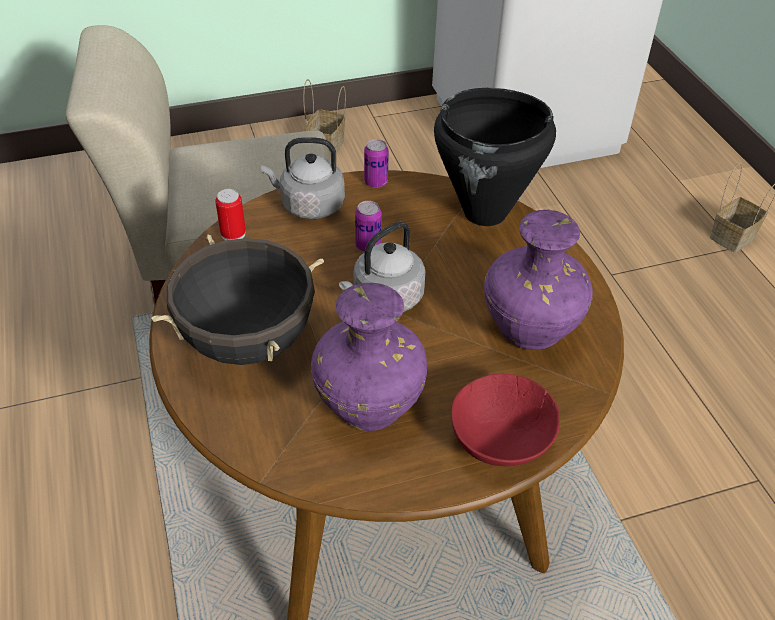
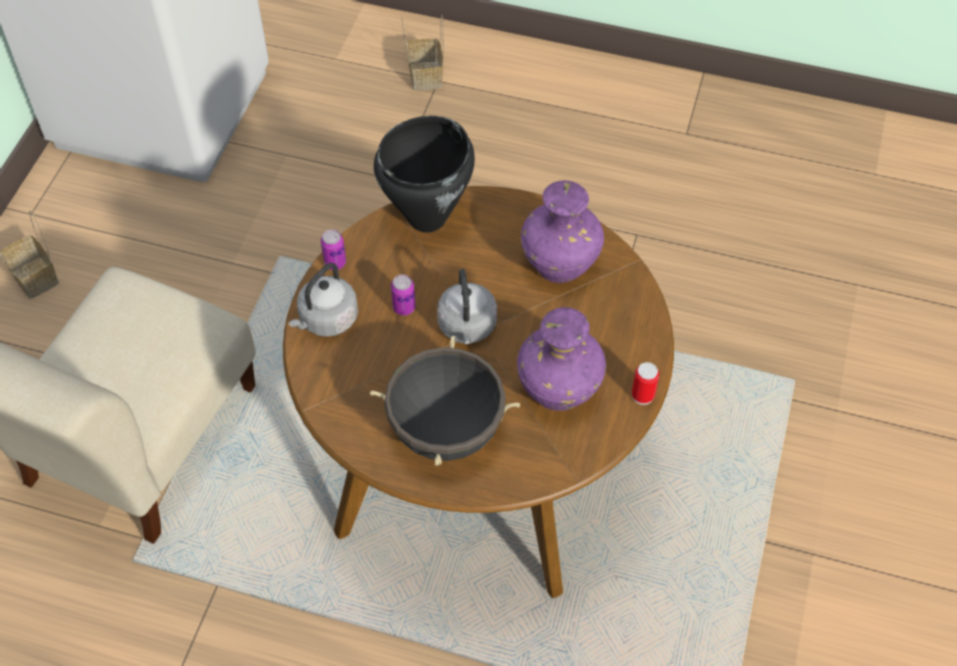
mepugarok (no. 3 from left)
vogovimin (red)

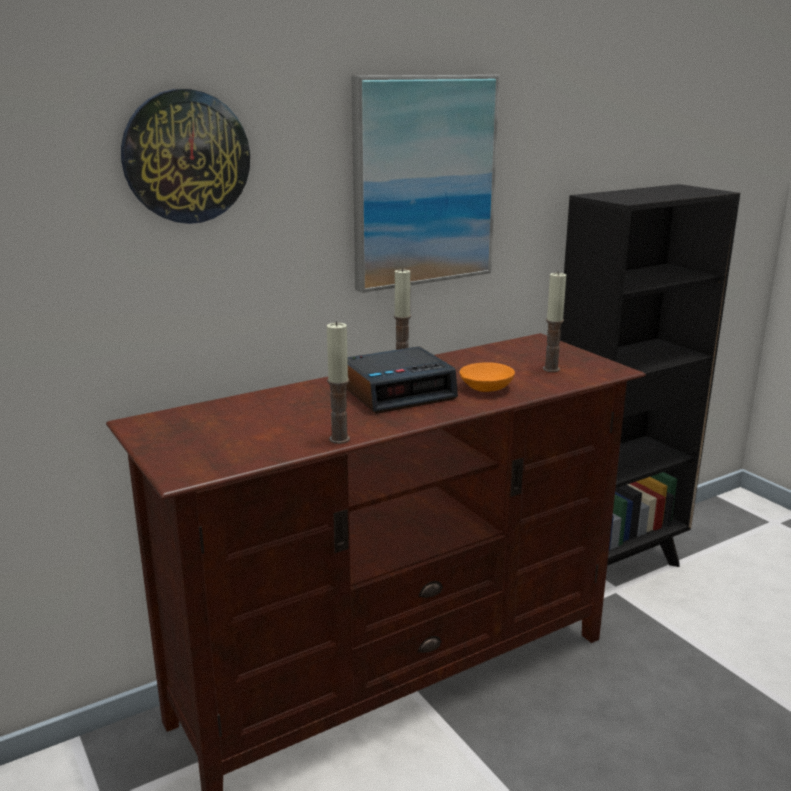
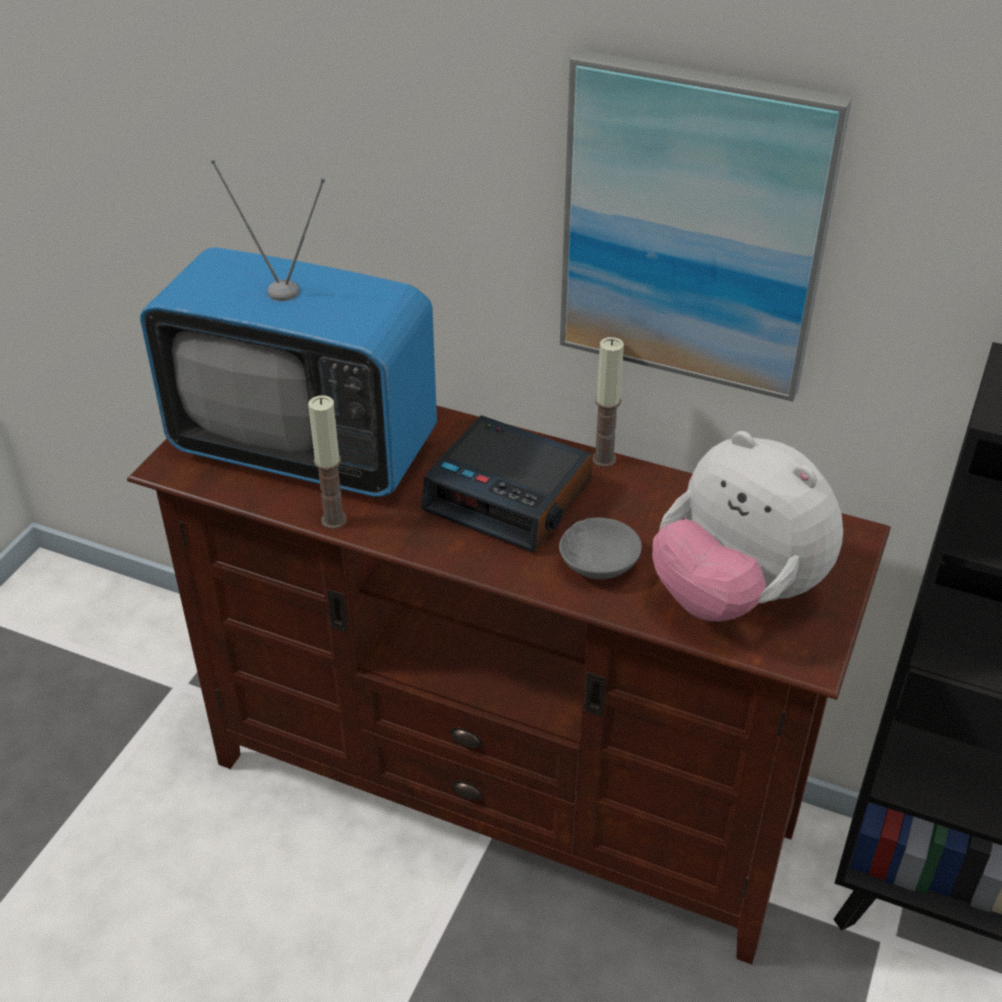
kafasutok
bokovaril
vogovimin (grey)
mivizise

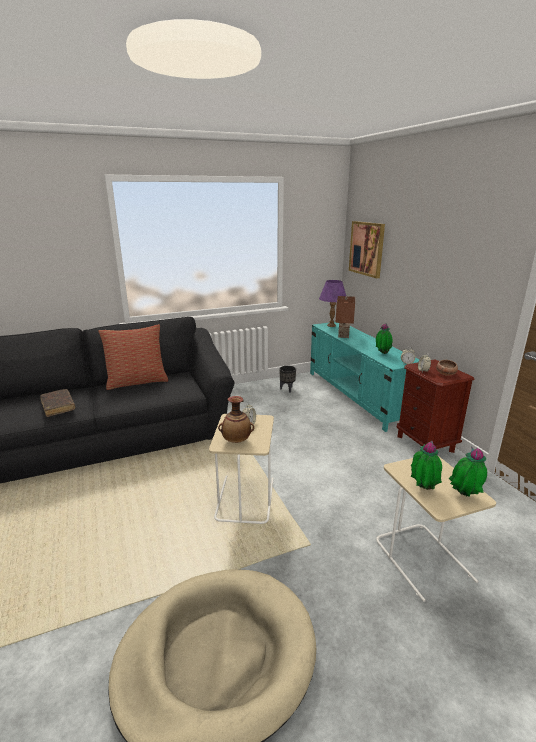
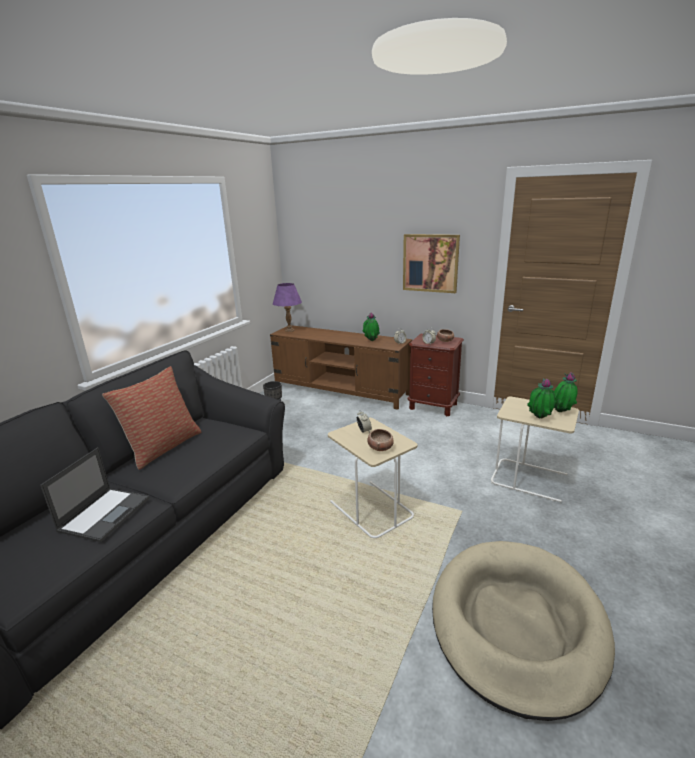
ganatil
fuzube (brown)
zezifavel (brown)
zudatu
vogovimin (no. 1 from left)

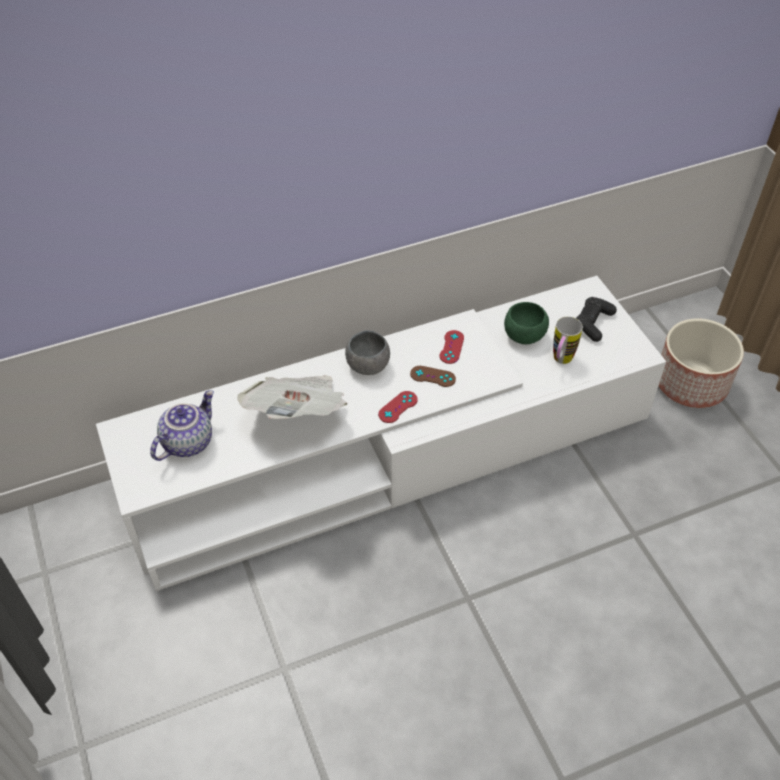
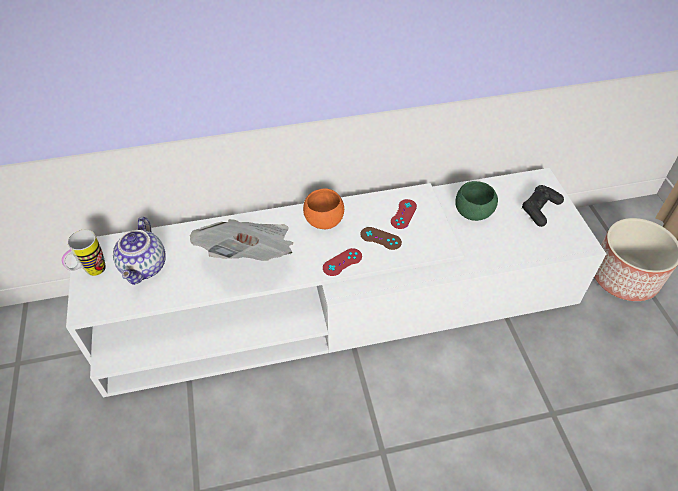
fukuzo
vogovimin (orange)
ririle

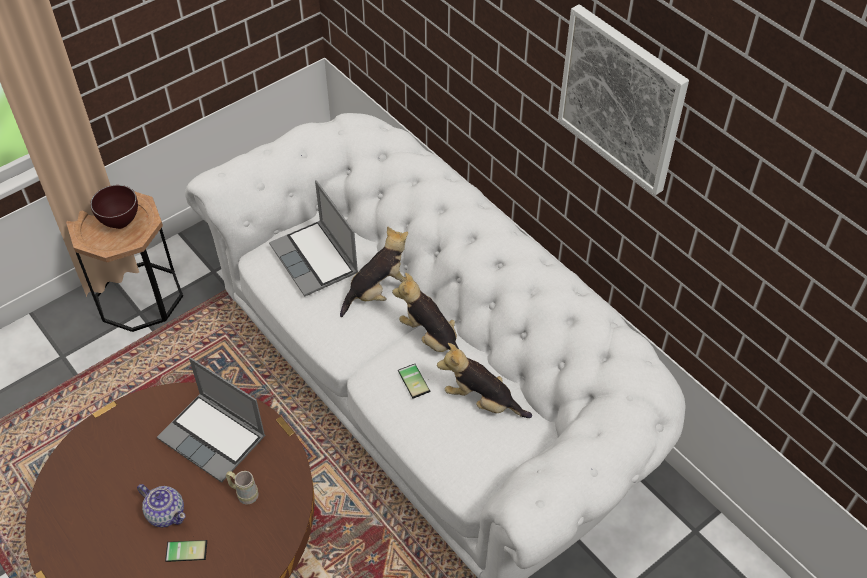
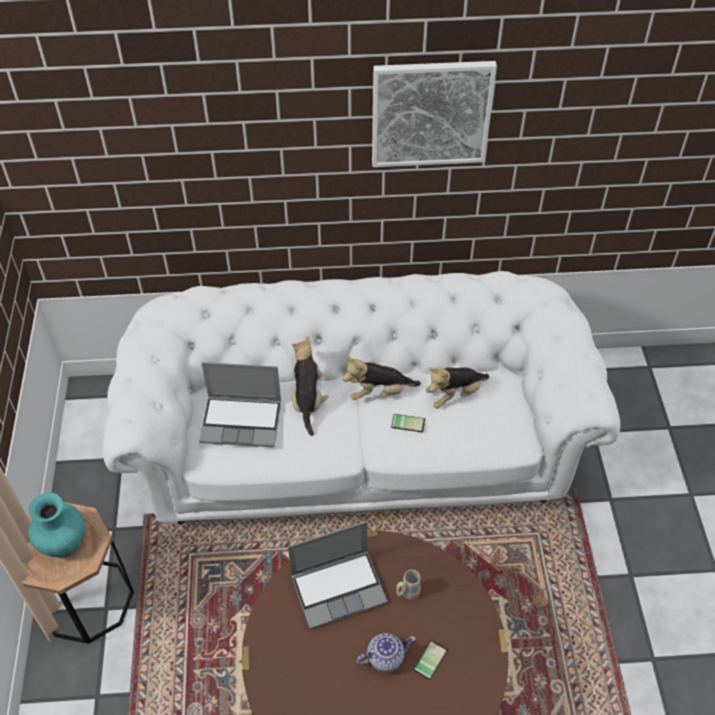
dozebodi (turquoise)

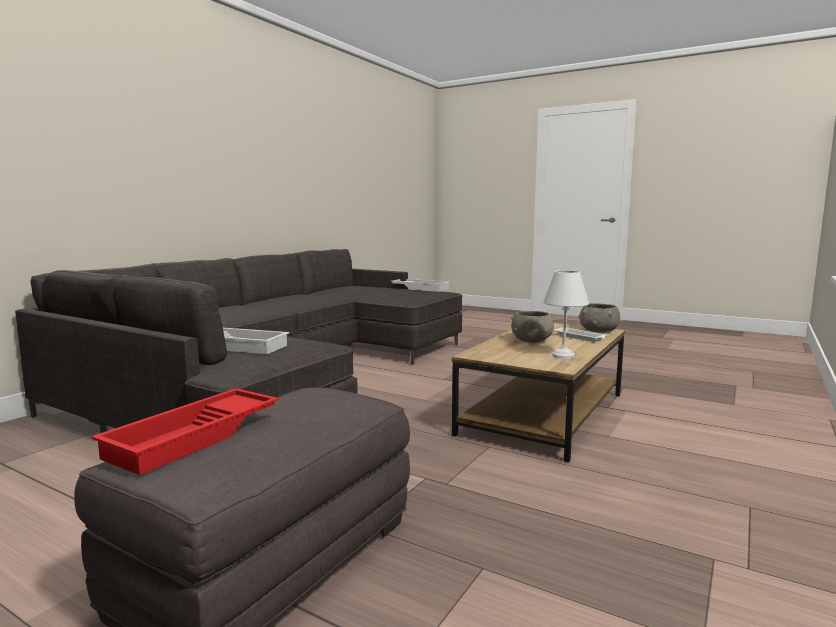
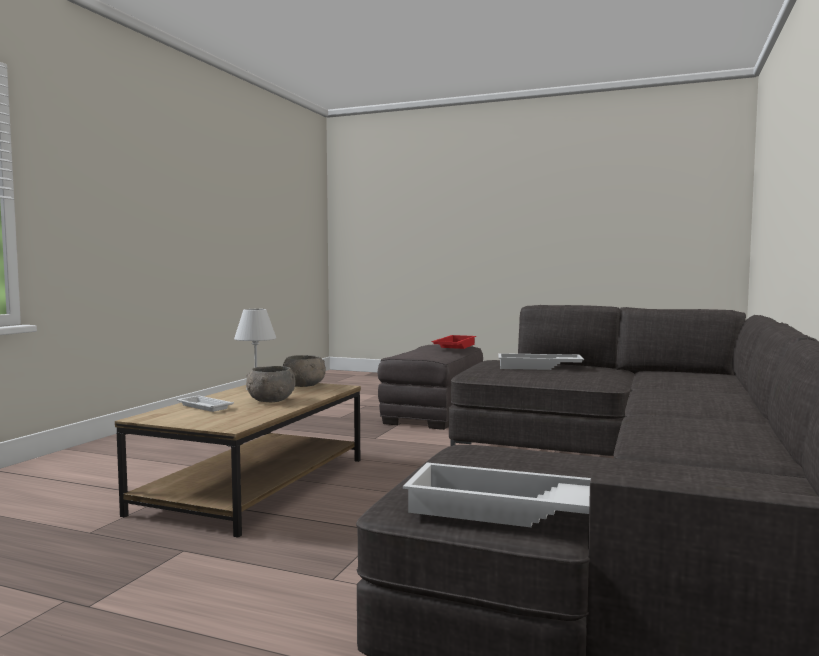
vogovimin (grey) (no. 2 from left)

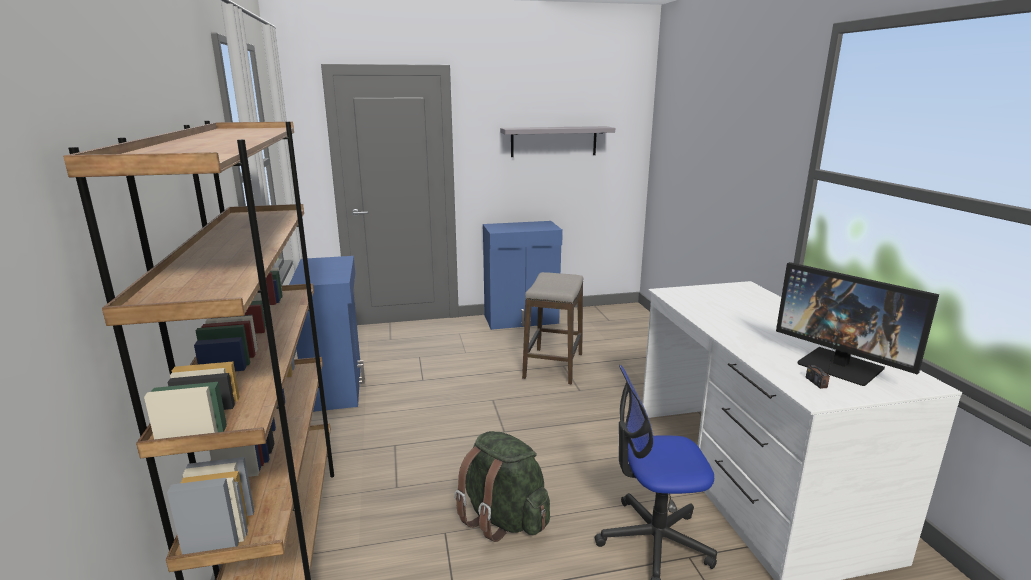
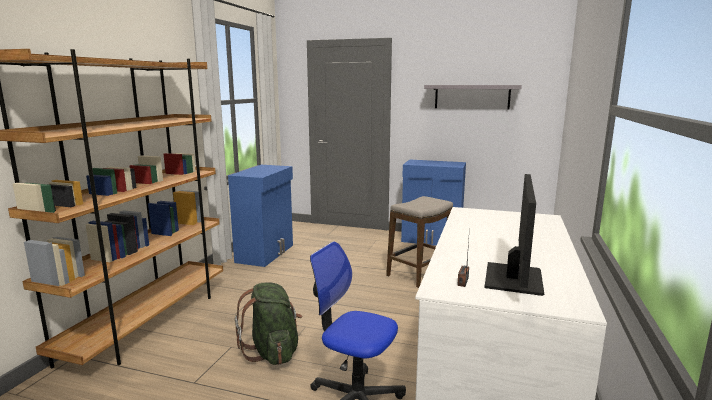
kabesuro

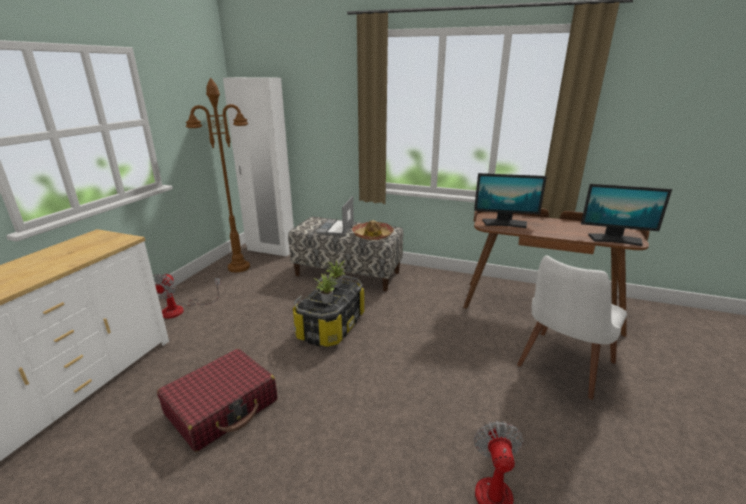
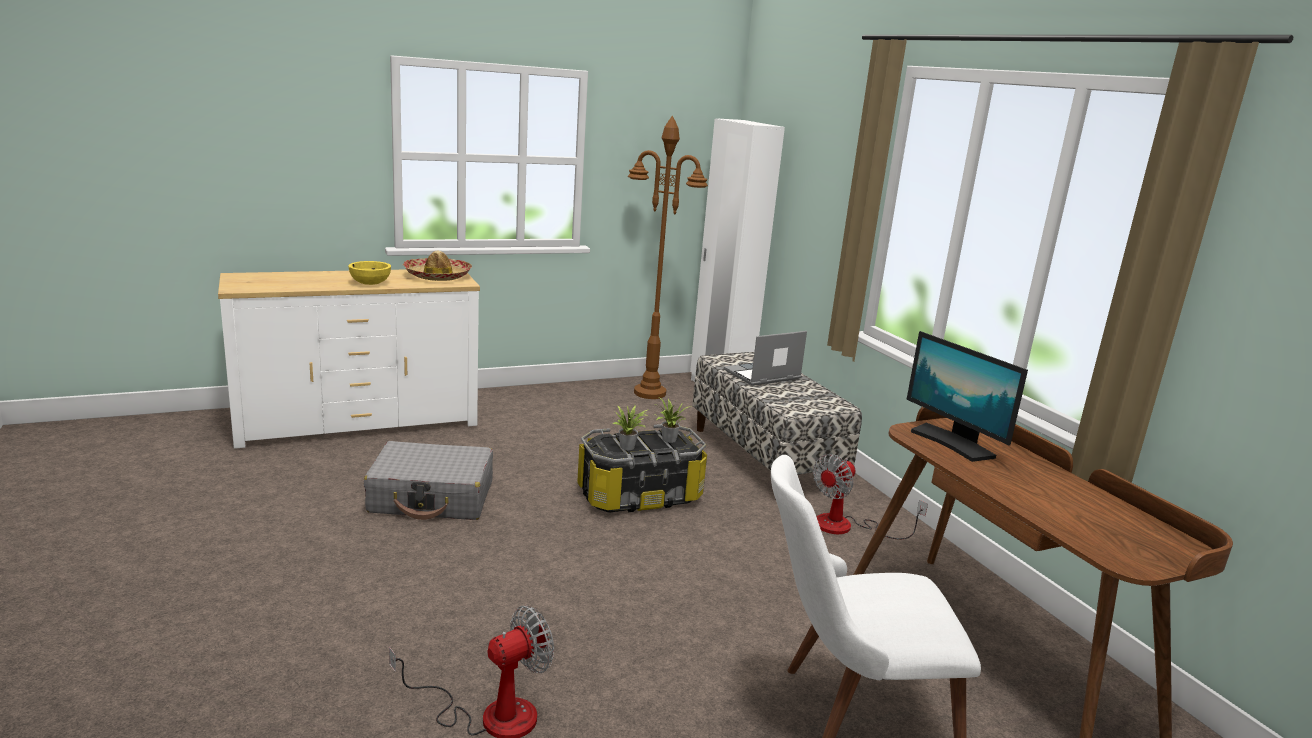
kabesuro (no. 2 from left in the first image)
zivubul
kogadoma (no. 2 from left)
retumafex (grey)
vogovimin (yellow)

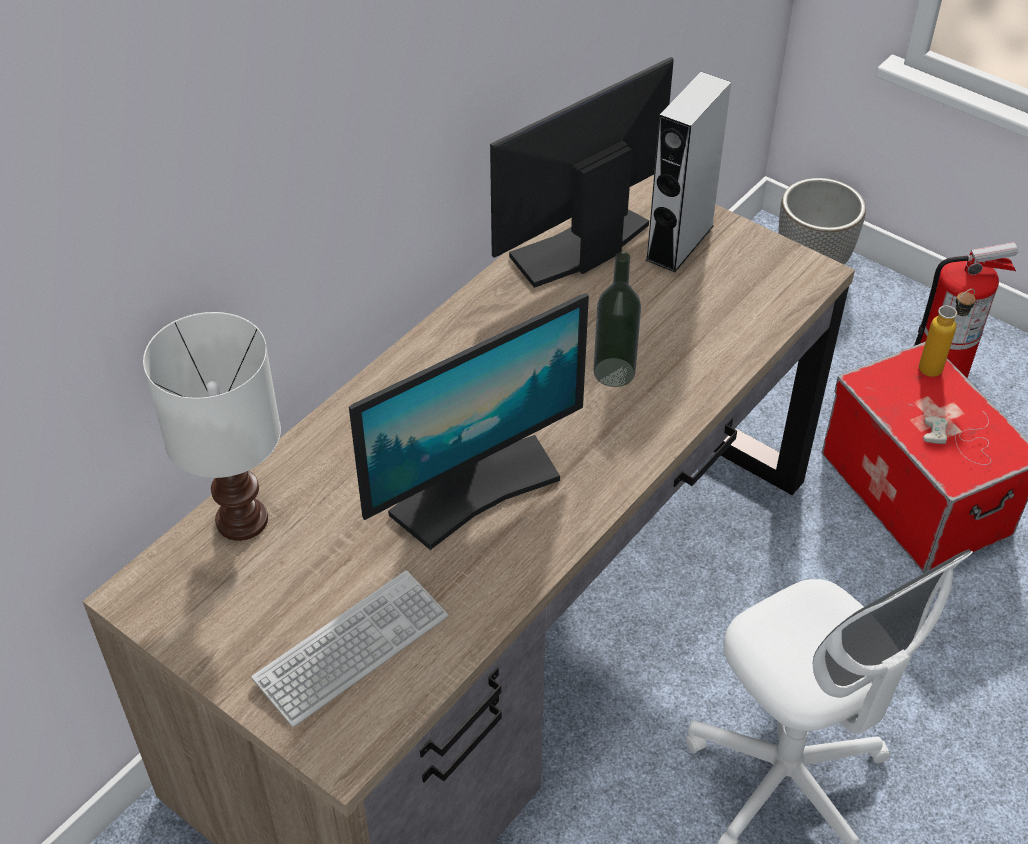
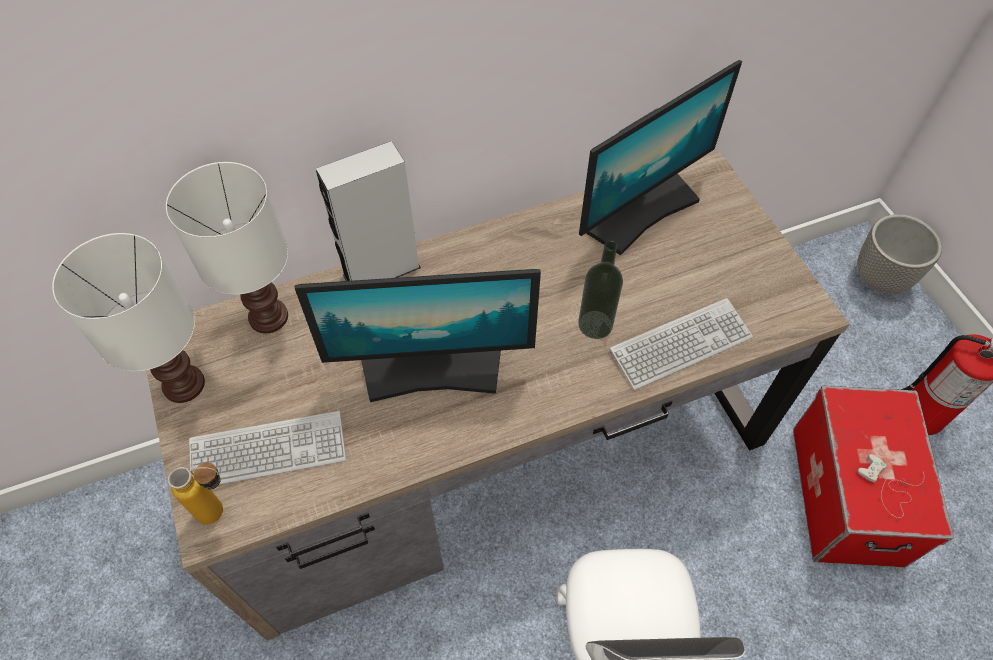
kabesuro (no. 2 from left)
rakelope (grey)
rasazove (no. 1 from left)
fuzube (white) (no. 1 from left)
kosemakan (no. 2 from left)

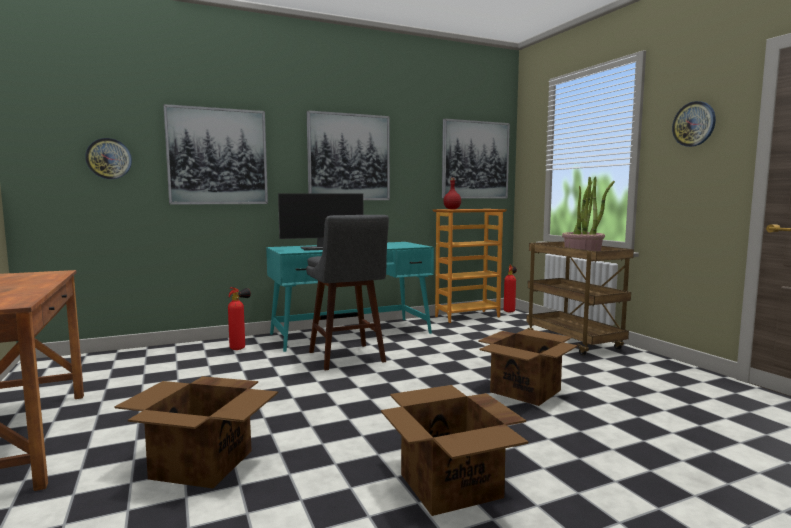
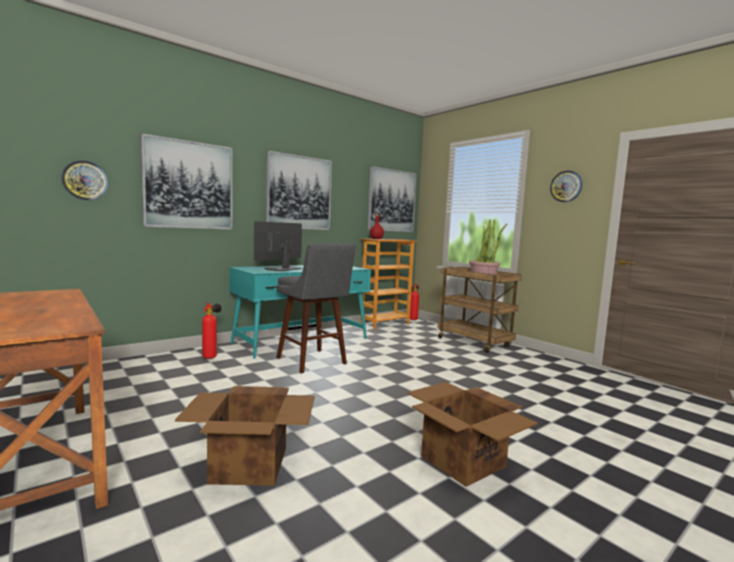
kabesuro
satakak (no. 3 from left in the first image)

